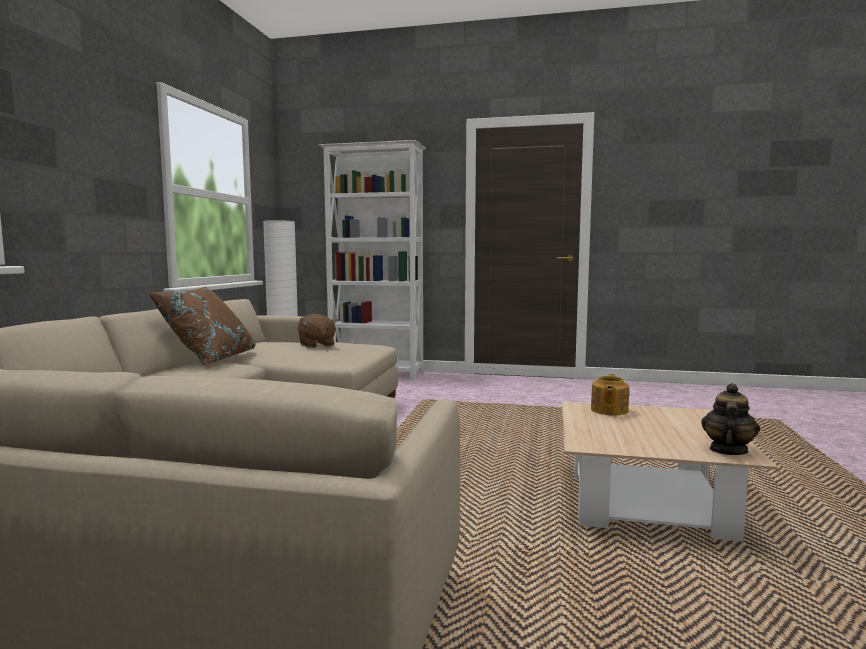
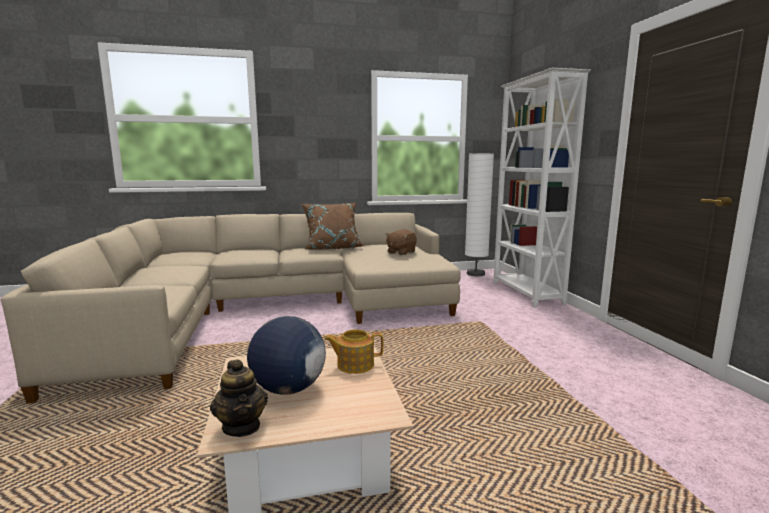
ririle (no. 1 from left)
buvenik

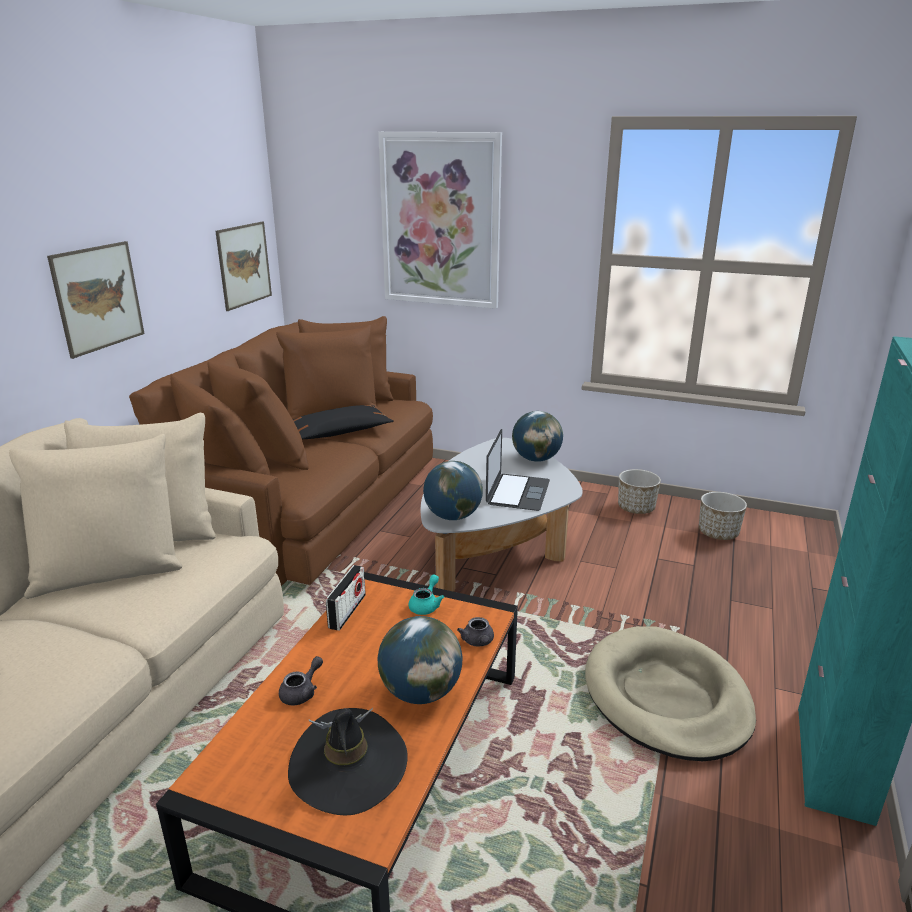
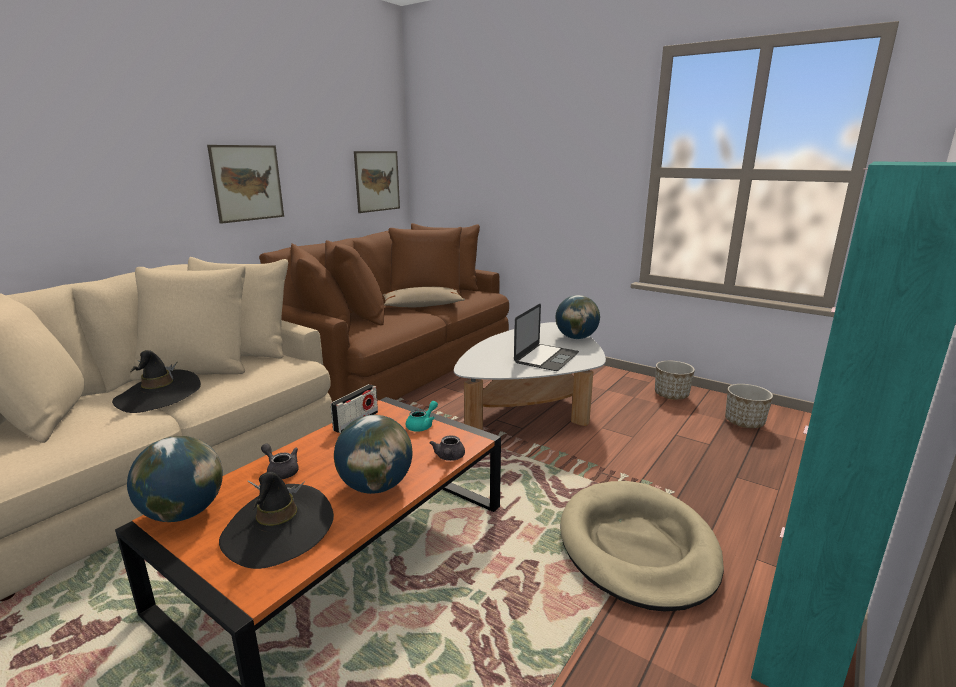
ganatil (no. 3 from left in the first image)
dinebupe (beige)
buvenik (no. 1 from left)
ririle (grey) (no. 1 from left)
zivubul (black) (no. 1 from left)

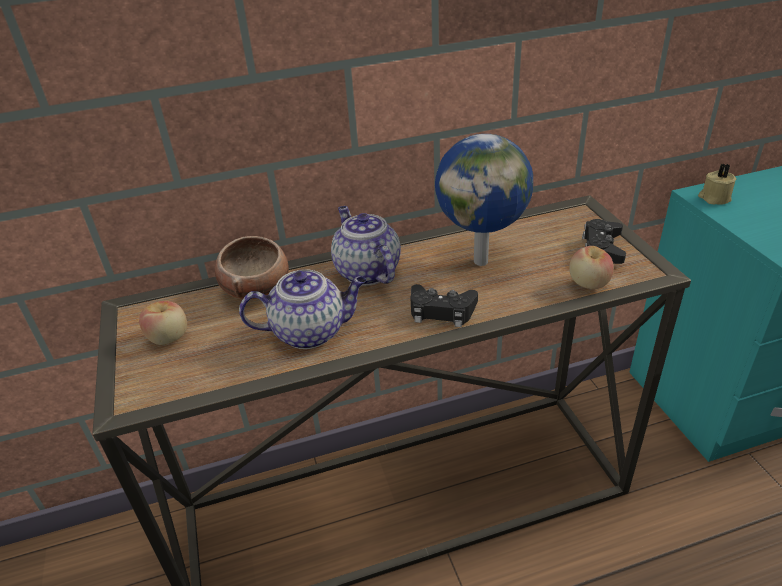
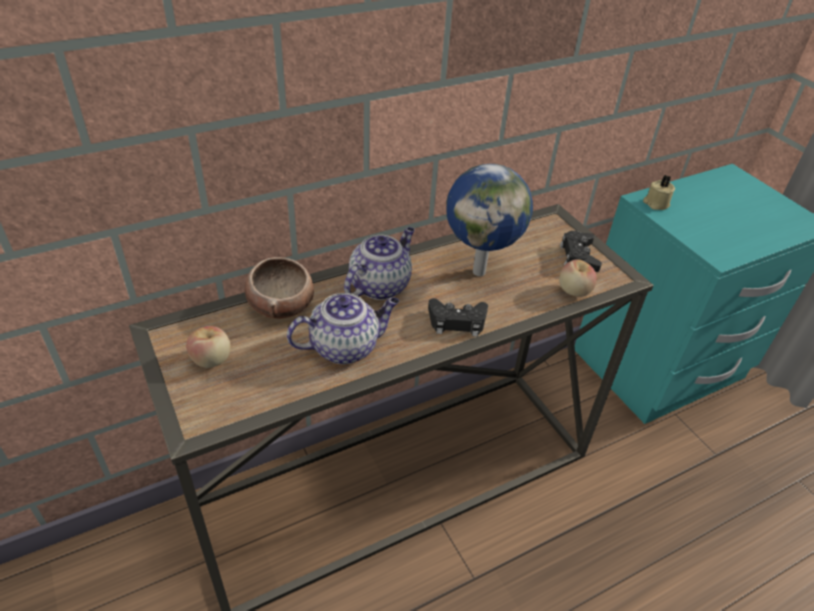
ririle (no. 2 from left)

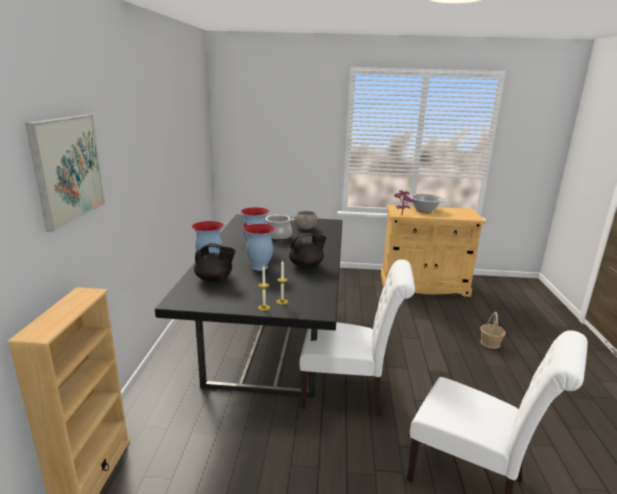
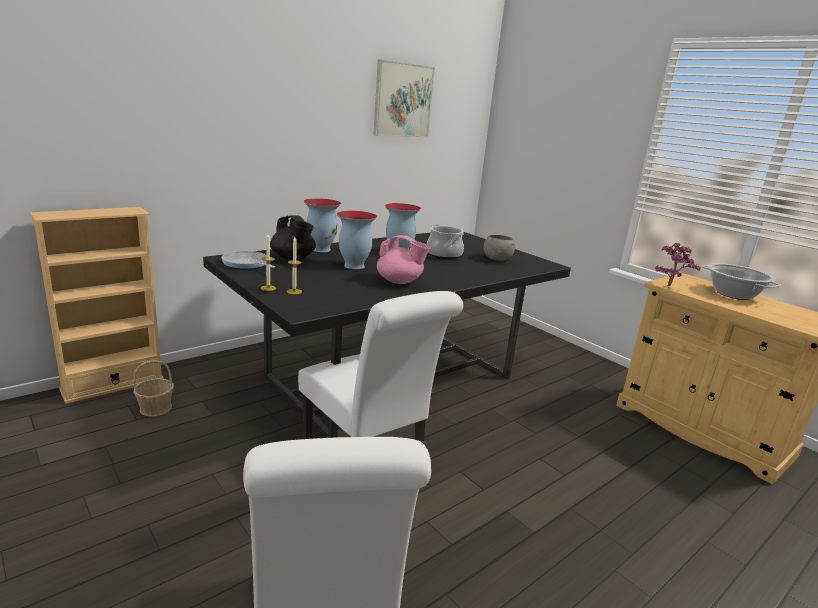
ganatil
ririle (pink)
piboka
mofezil

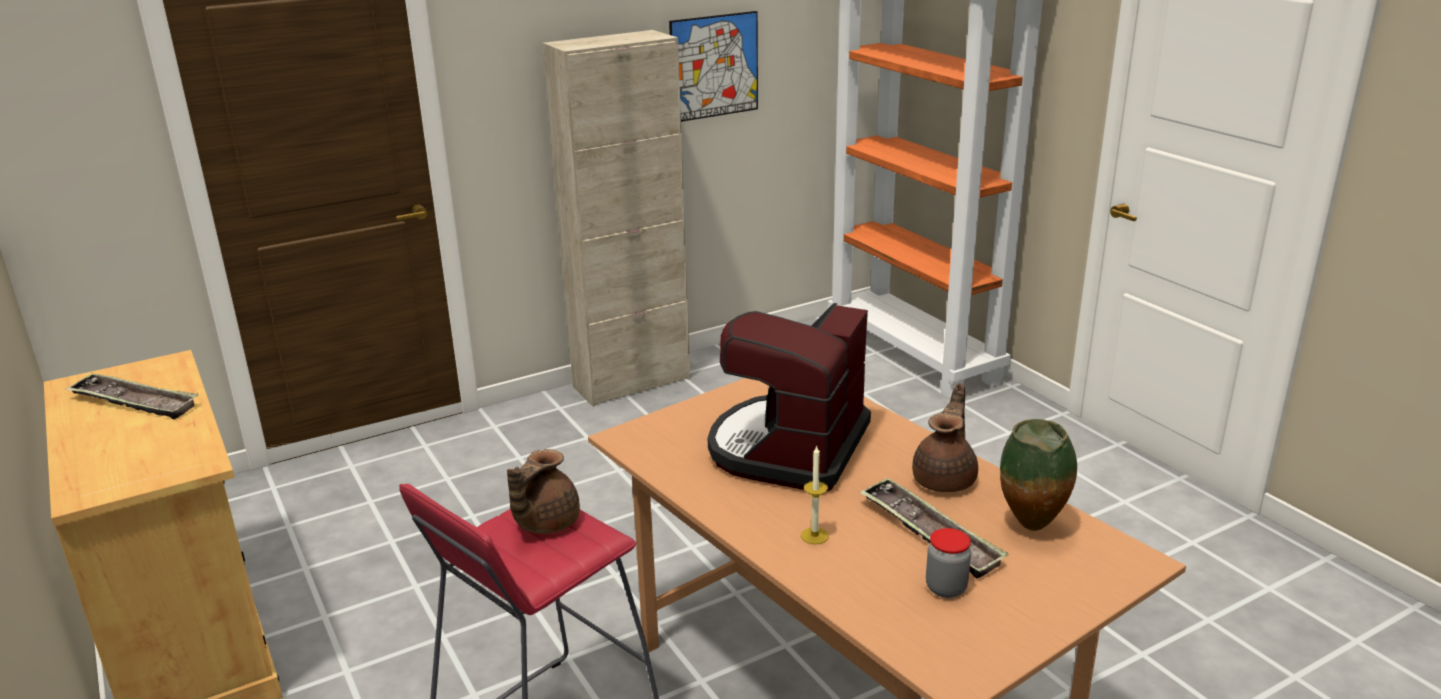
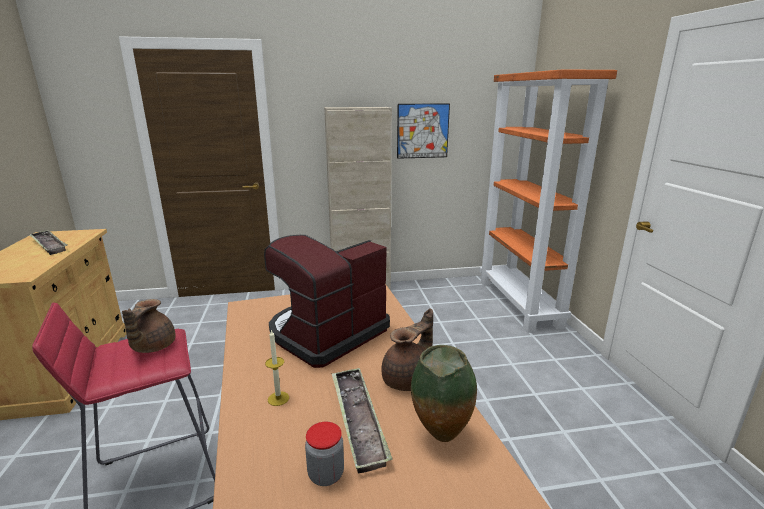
ririle (brown) (no. 1 from left)

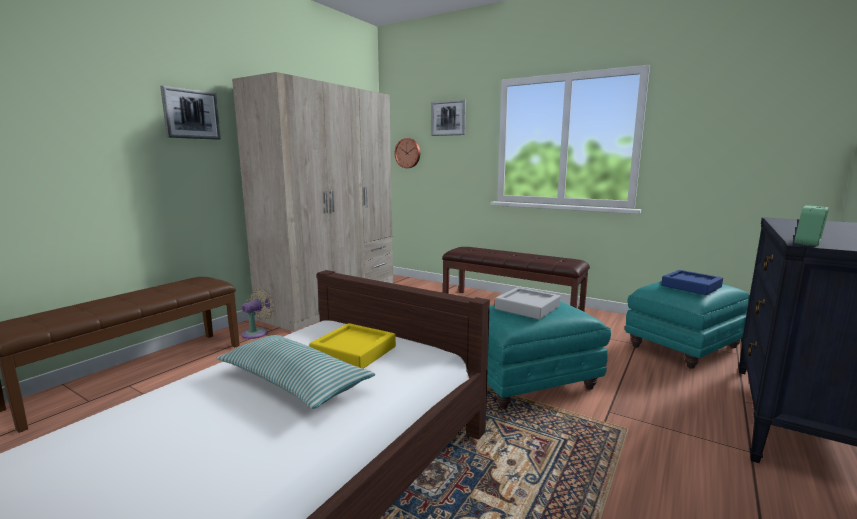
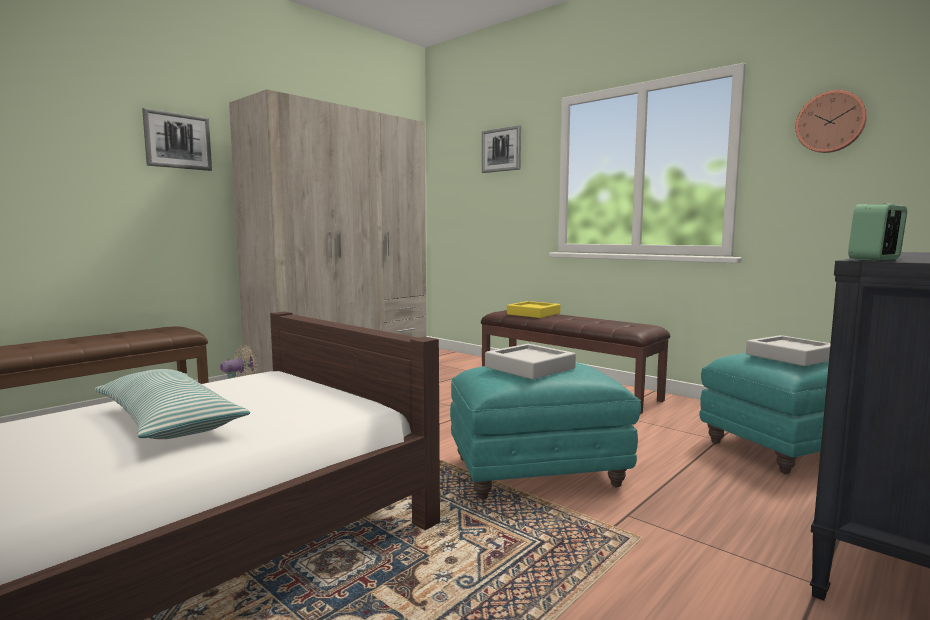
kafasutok
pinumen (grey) (no. 2 from left)
pinumen (yellow)

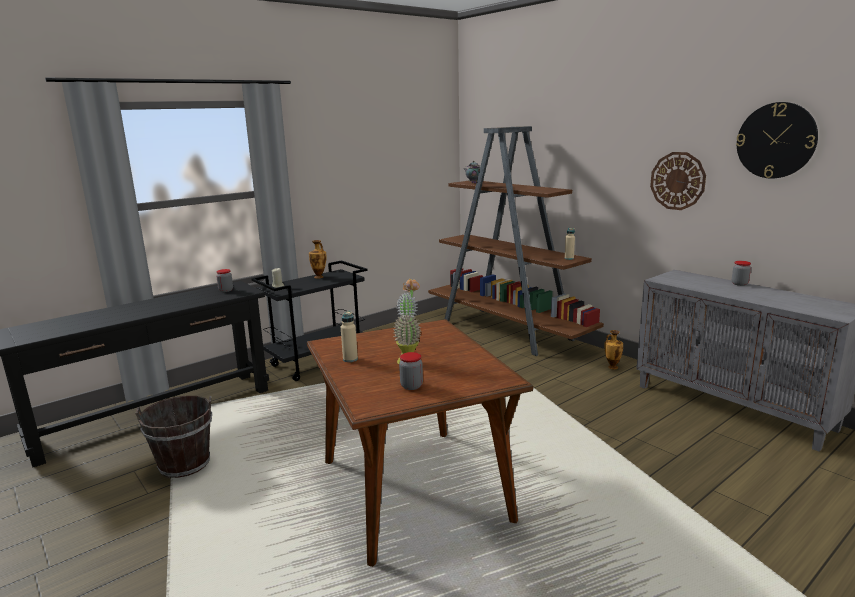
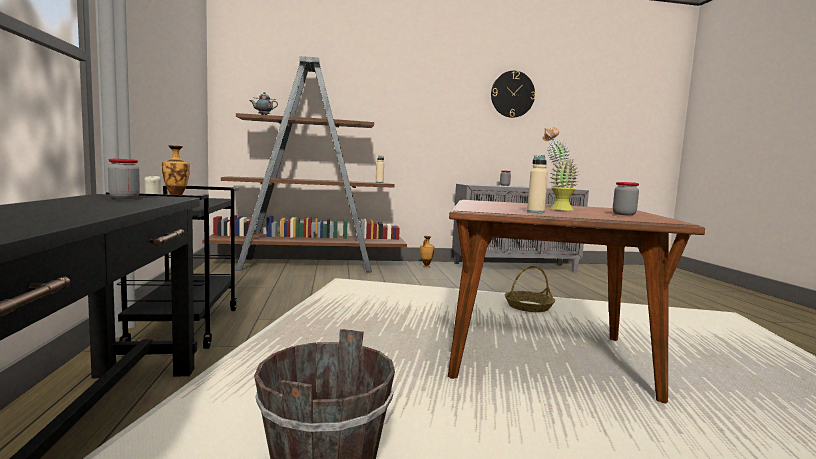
kafasutok (no. 1 from left in the first image)
piboka

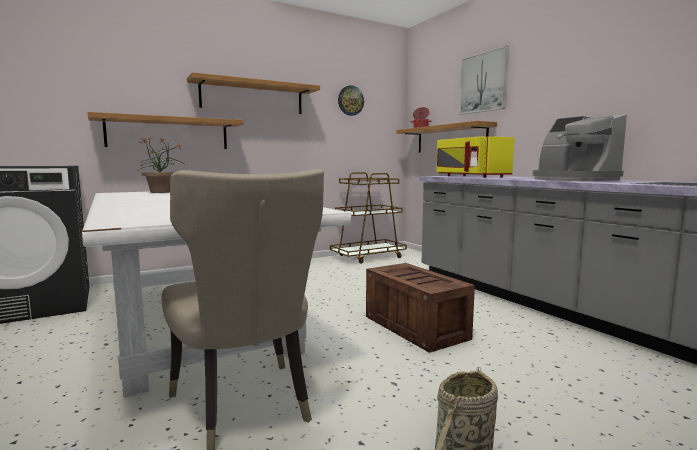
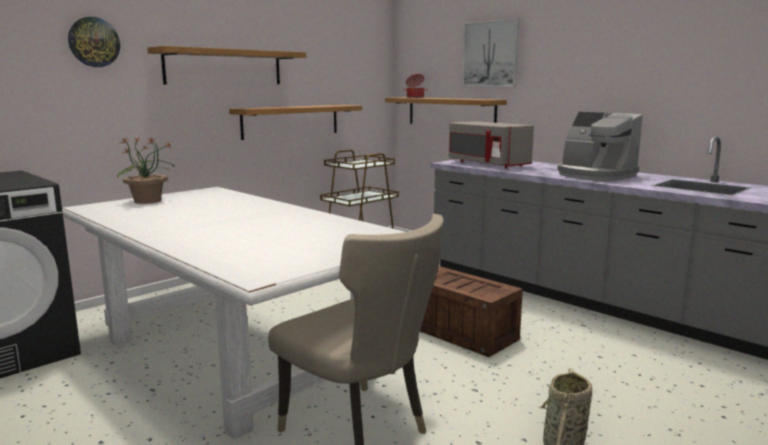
kafasutok
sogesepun (no. 2 from left)
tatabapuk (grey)

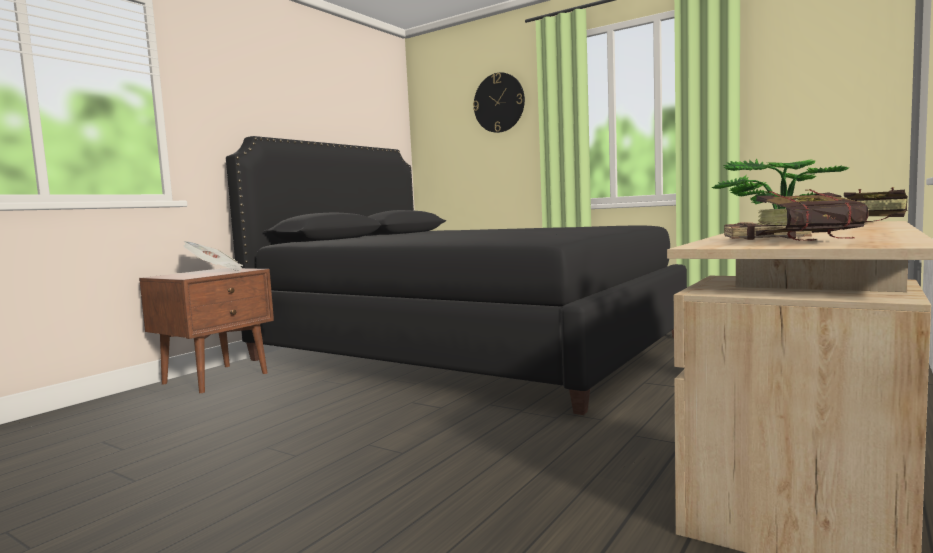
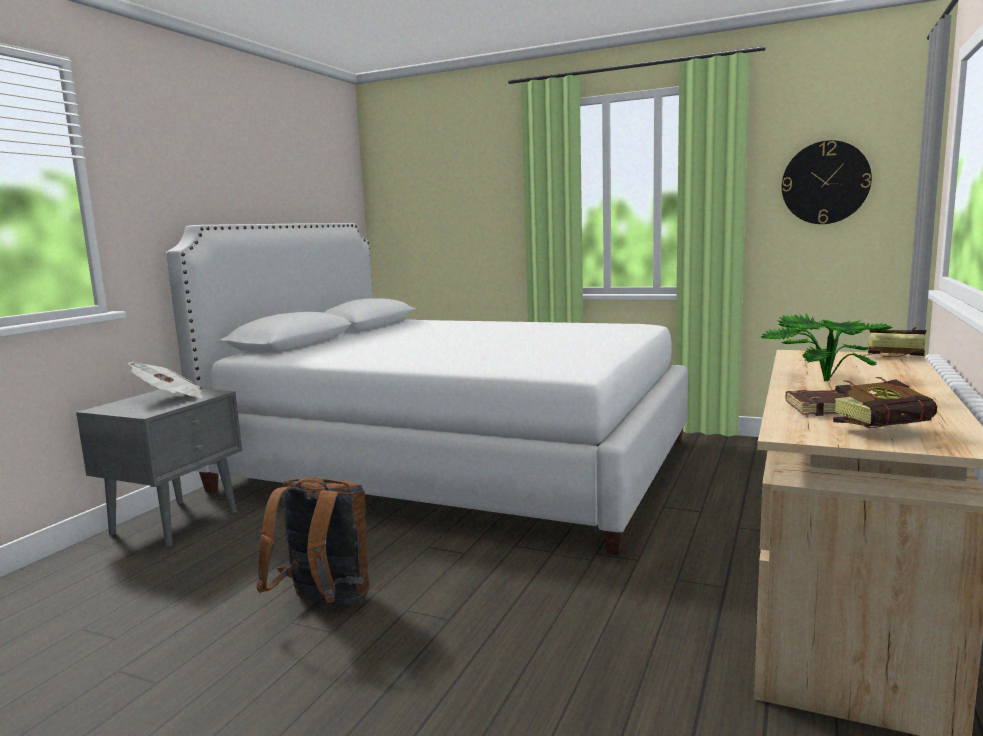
kafasutok
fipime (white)
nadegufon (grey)
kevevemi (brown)

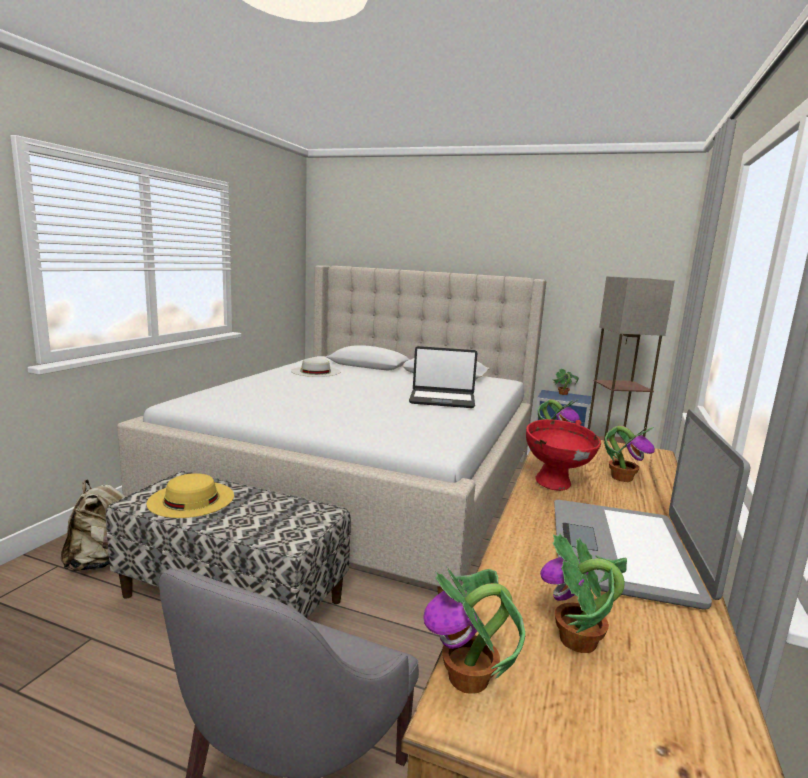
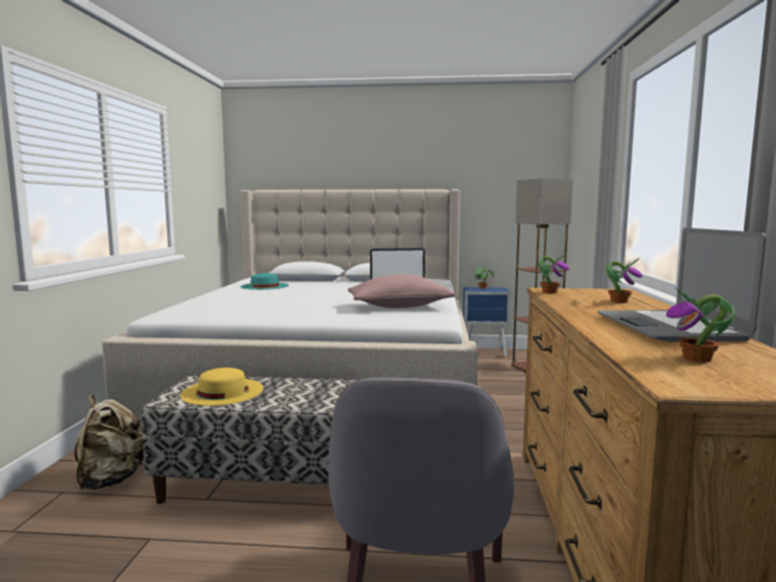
zivubul (turquoise)
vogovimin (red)
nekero (no. 1 from left in the first image)
dinebupe (pink)

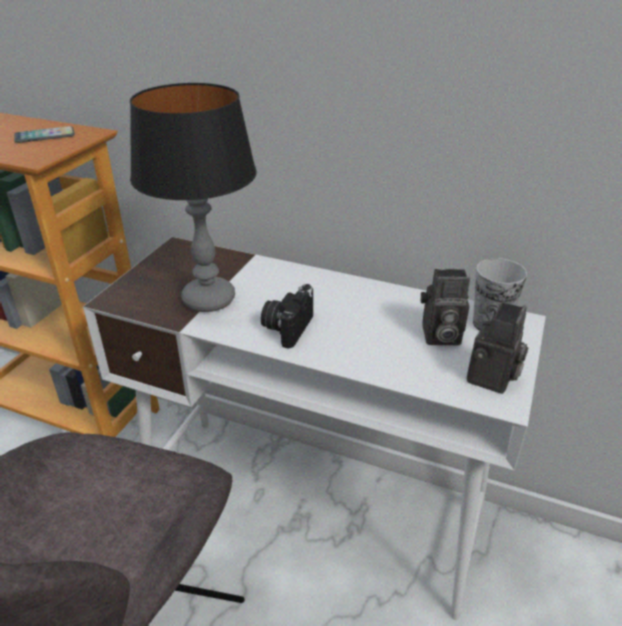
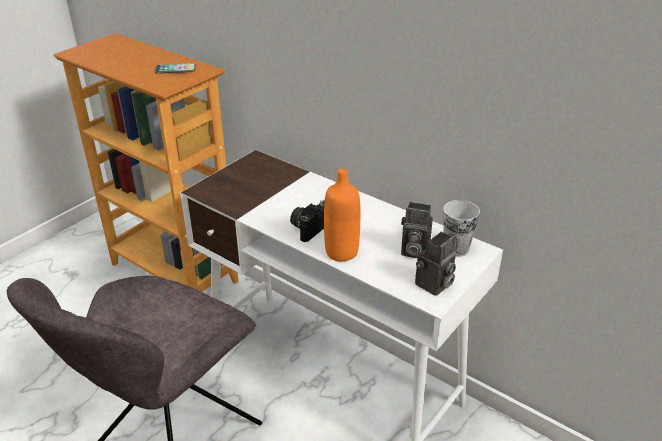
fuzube
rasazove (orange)

